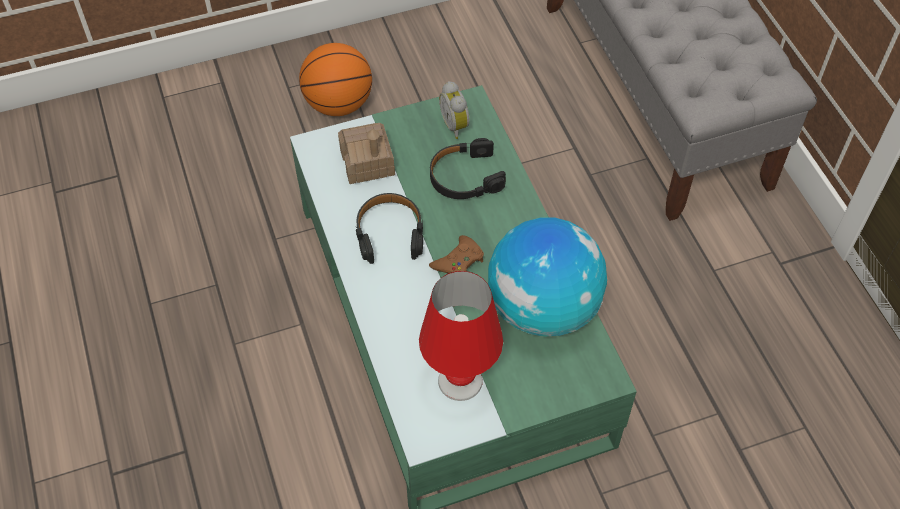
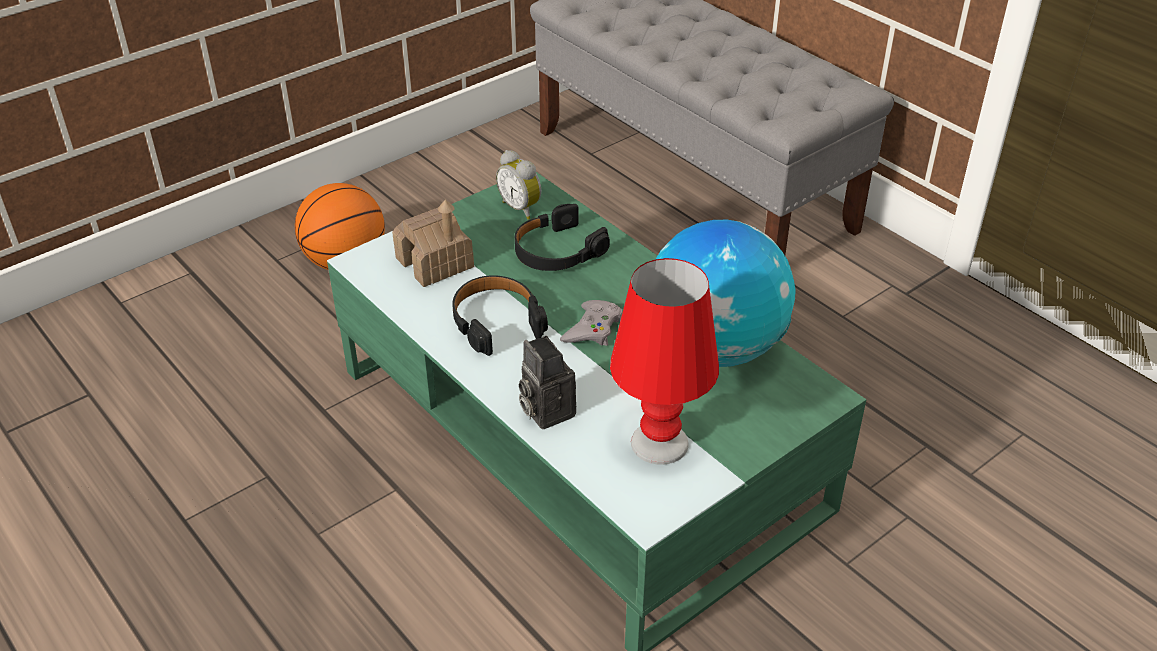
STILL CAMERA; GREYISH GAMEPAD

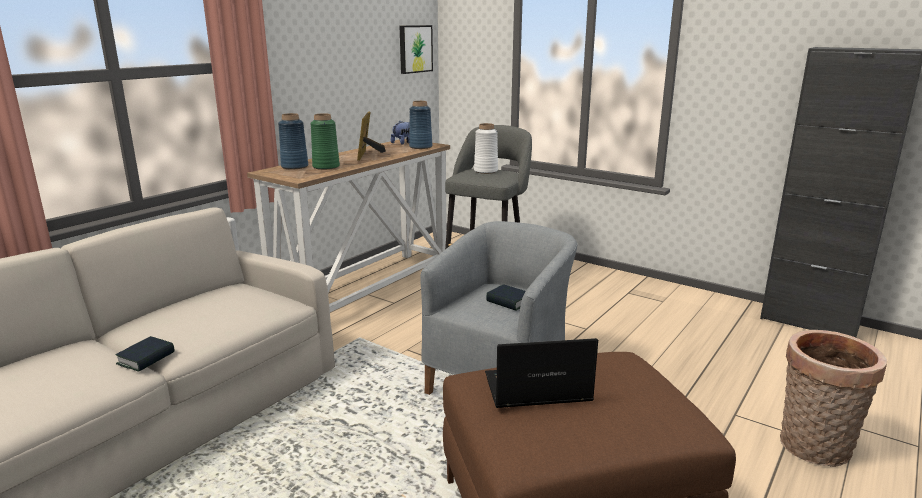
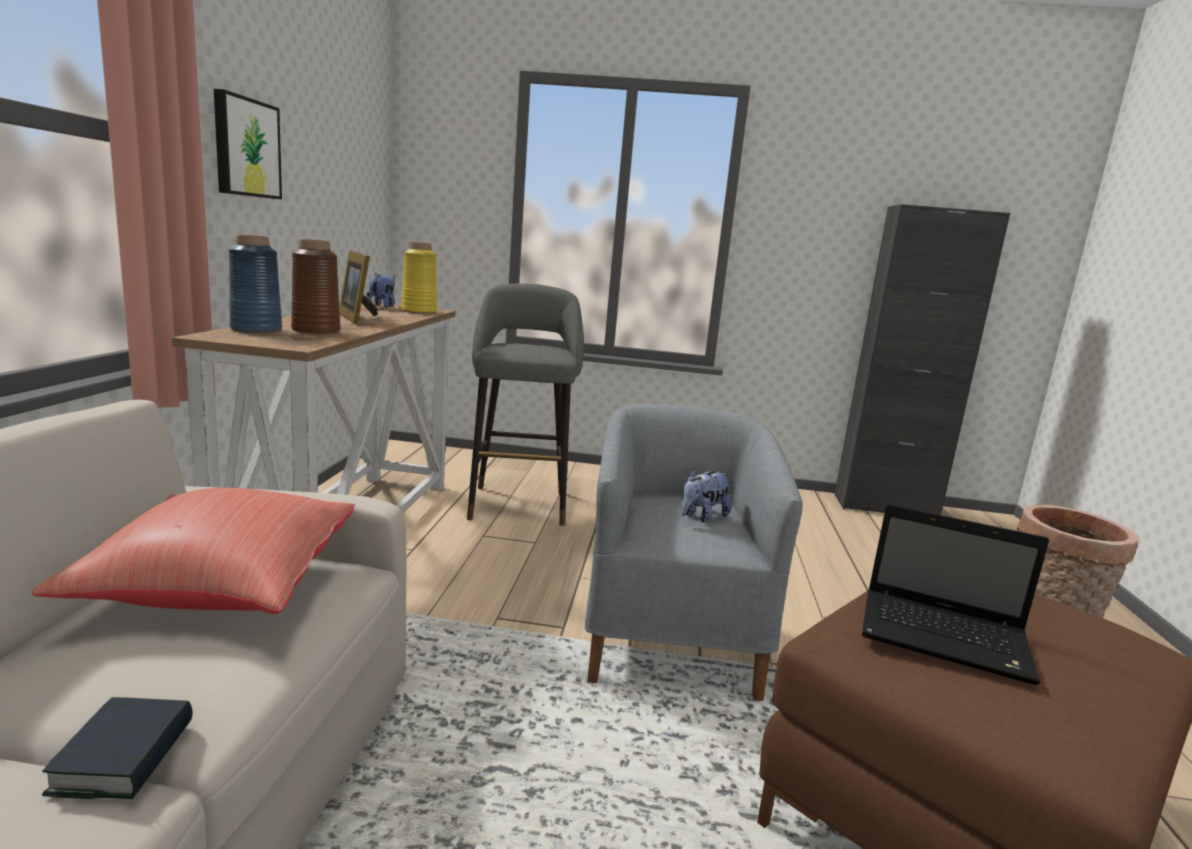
WHITE-COLOURED VASE; RED-COLOURED PILLOW; WALL PICTURE; CUDDLY TOY (no. 2 from left); BROWN VASE; YELLOWISH VASE; LAPTOP

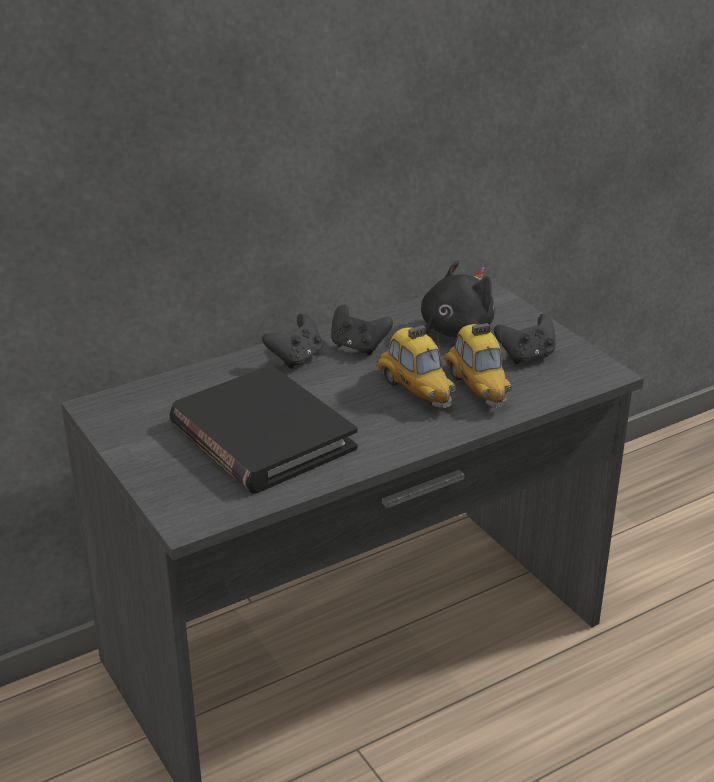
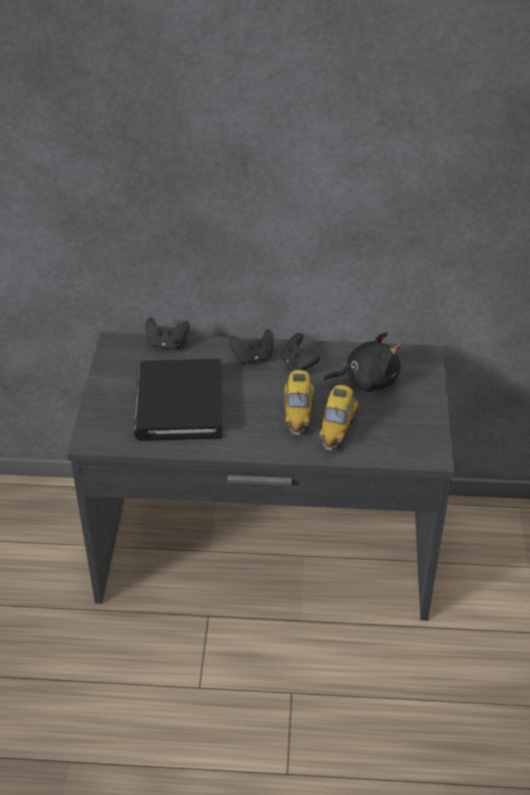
BLACK-COLOURED GAMEPAD (no. 1 from left)

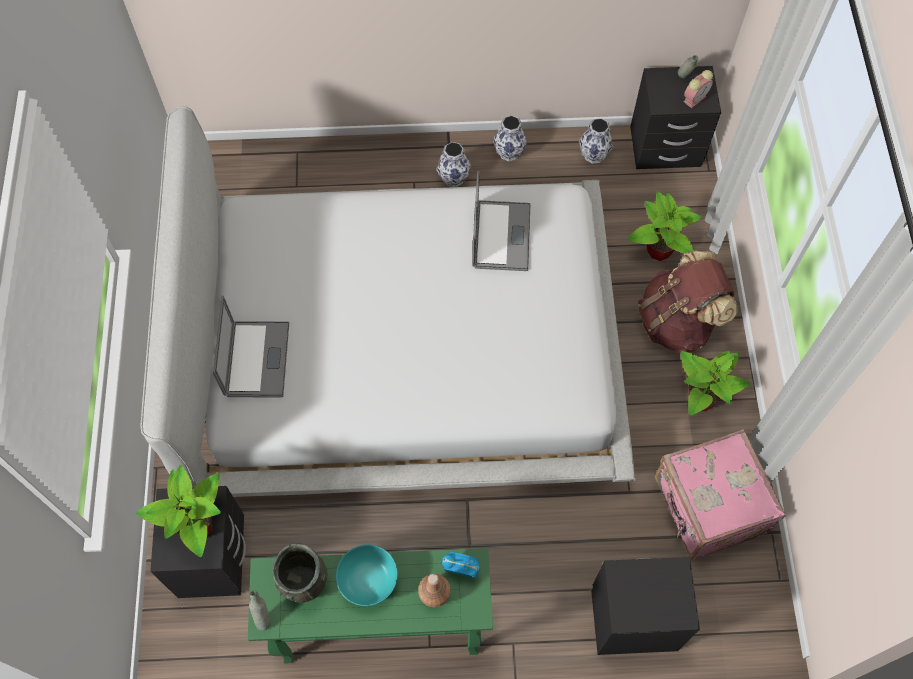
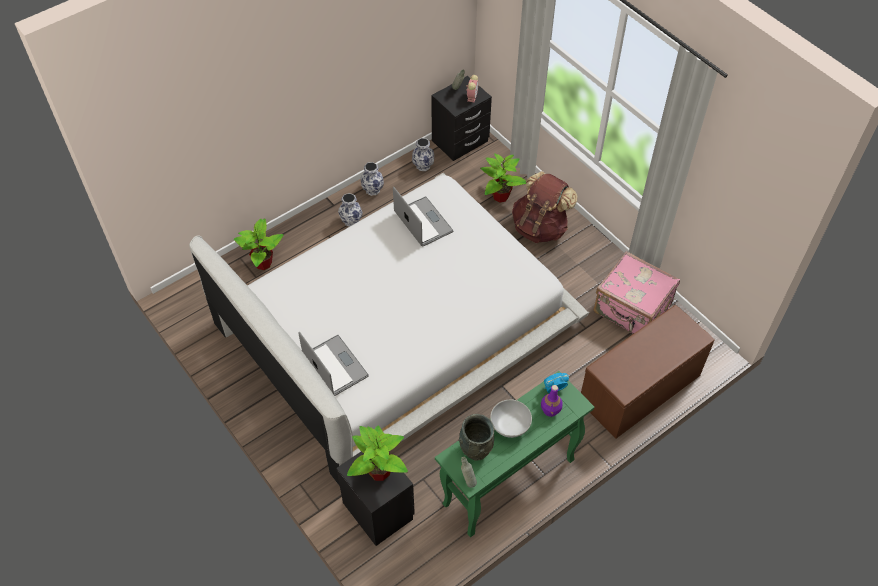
POTTED PLANT (no. 1 from left); BROWN LONG SEAT; WHITE-COLOURED DEEP DISH; PURPLE DRINK BOTTLE

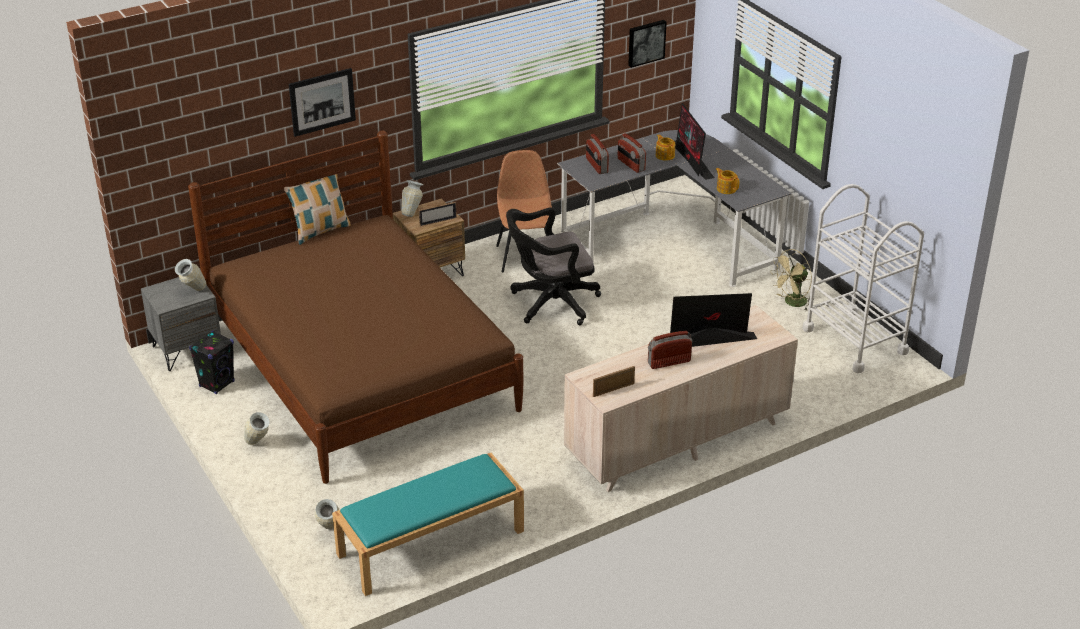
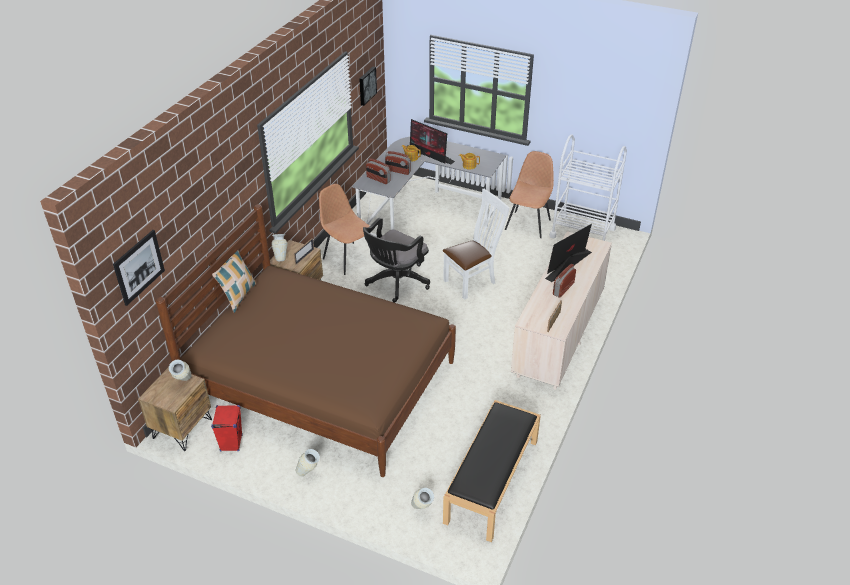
WHITE-COLOURED UPRIGHT CHAIR; WALL PICTURE (no. 1 from left); BROWN UPRIGHT CHAIR (no. 2 from left); BROWN NIGHTSTAND (no. 1 from left); RED-COLOURED LOUDSPEAKER; BLACK-COLOURED LONG SEAT

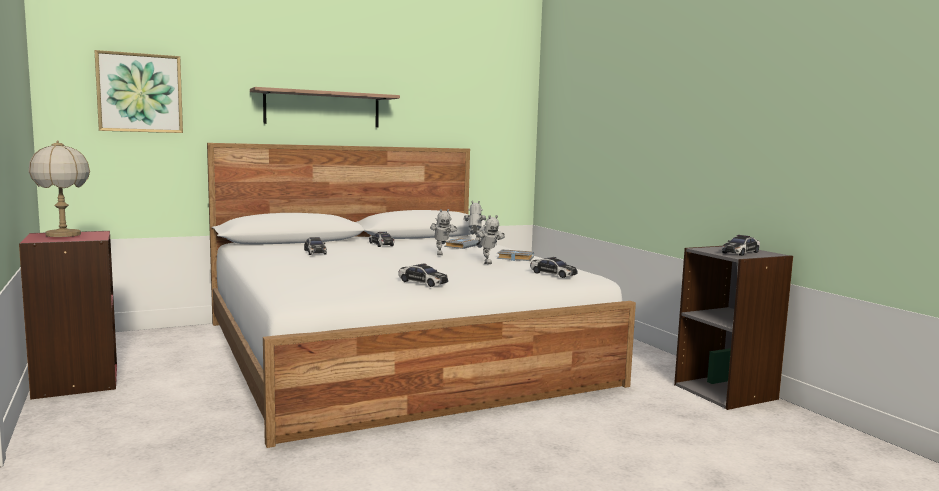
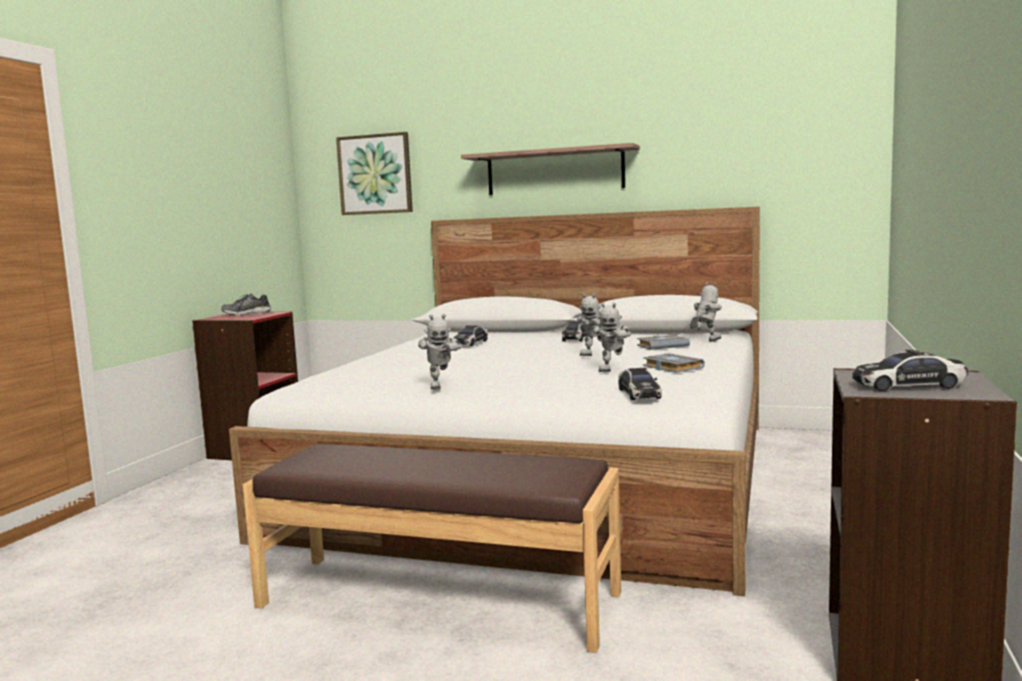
BROWN LONG SEAT; LOW SHOE; TOY ROBOT (no. 1 from left)

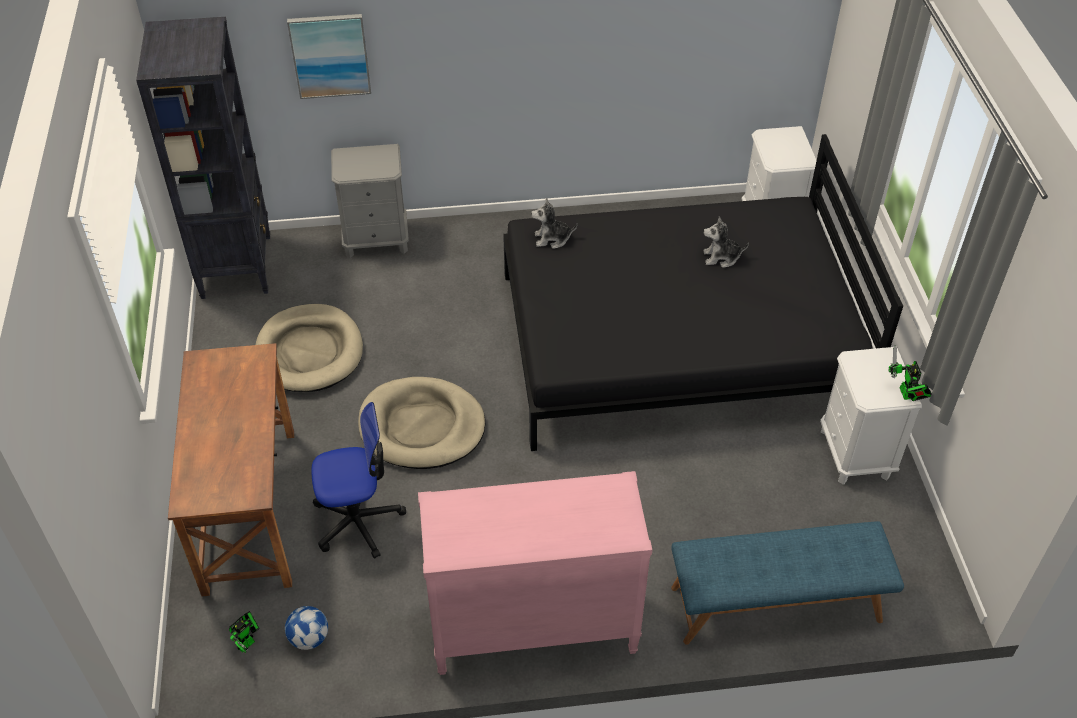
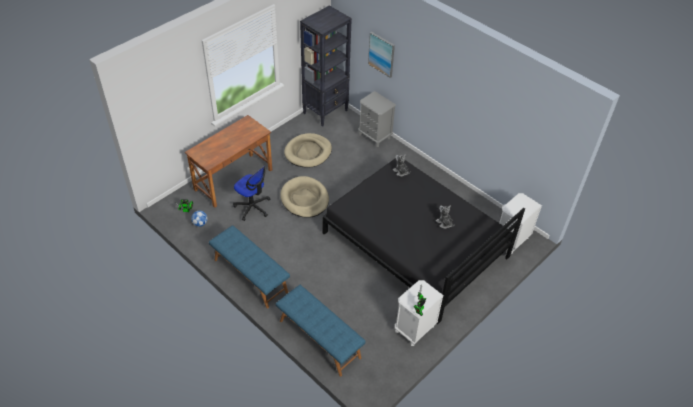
BLUE-COLOURED LONG SEAT (no. 1 from left)

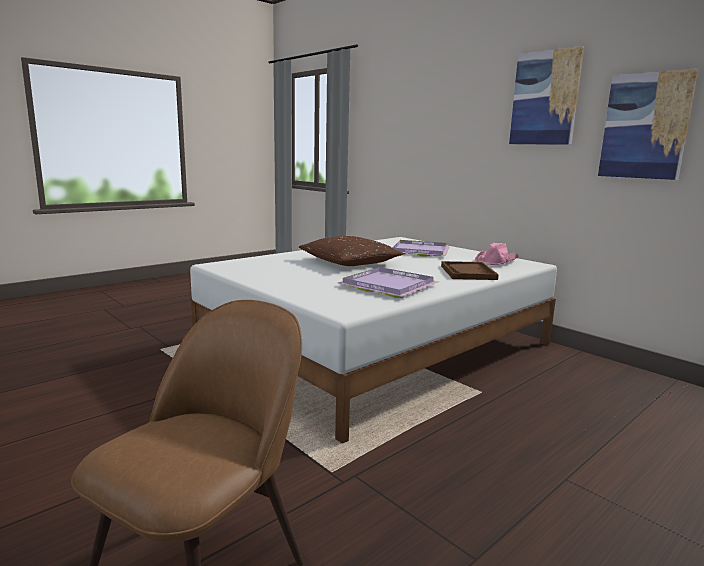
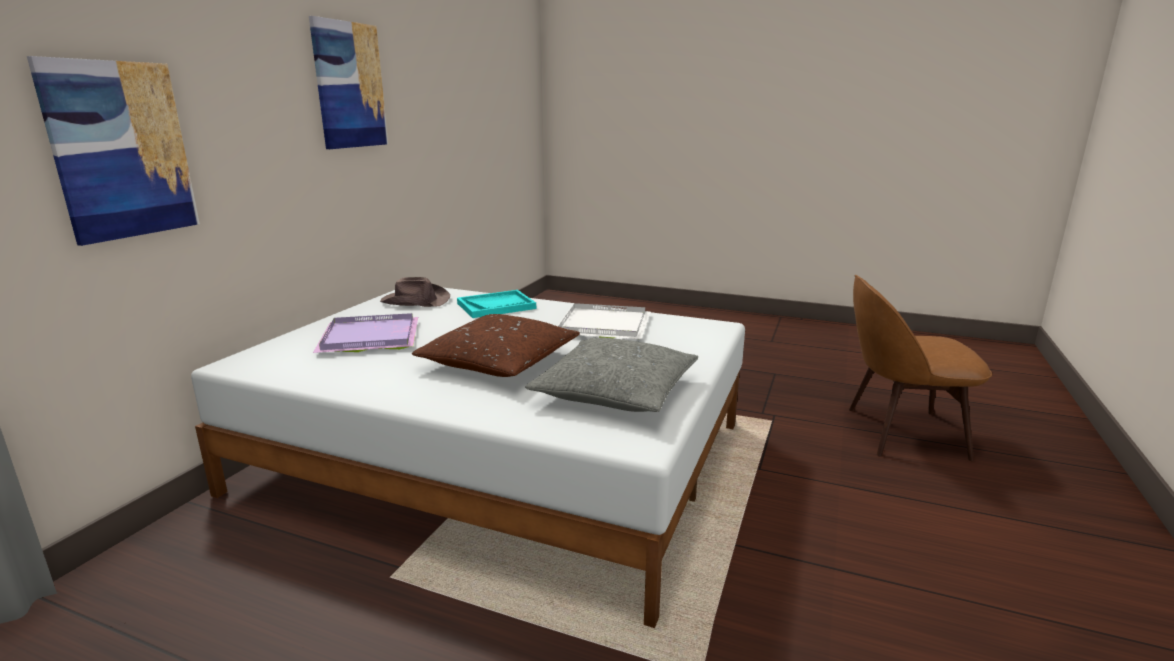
GREYISH PILLOW; WALL PICTURE (no. 1 from left); WHITE-COLOURED TRAY; TURQUOISE-COLOURED TRAY; BROWN WEARABLE HAT

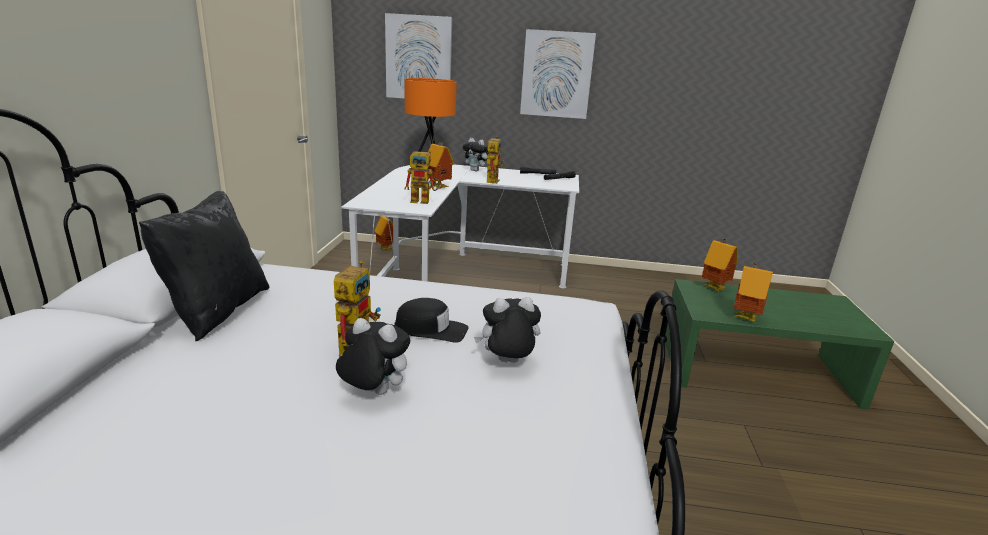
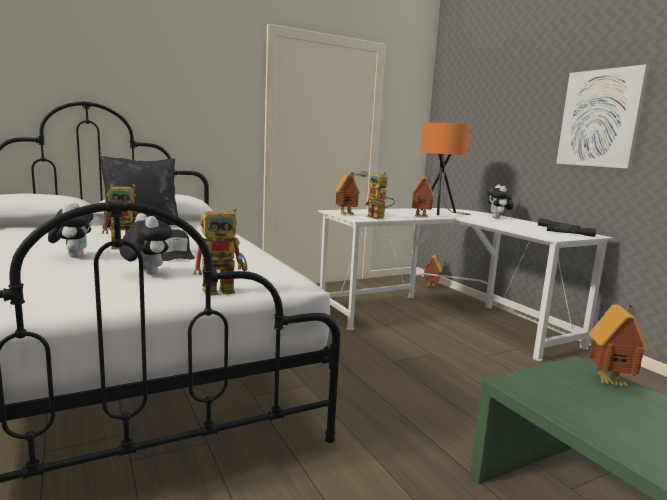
WALL PICTURE (no. 1 from left in the first image); TOY ROBOT (no. 2 from left); MINIATURE HOUSE (no. 1 from left)

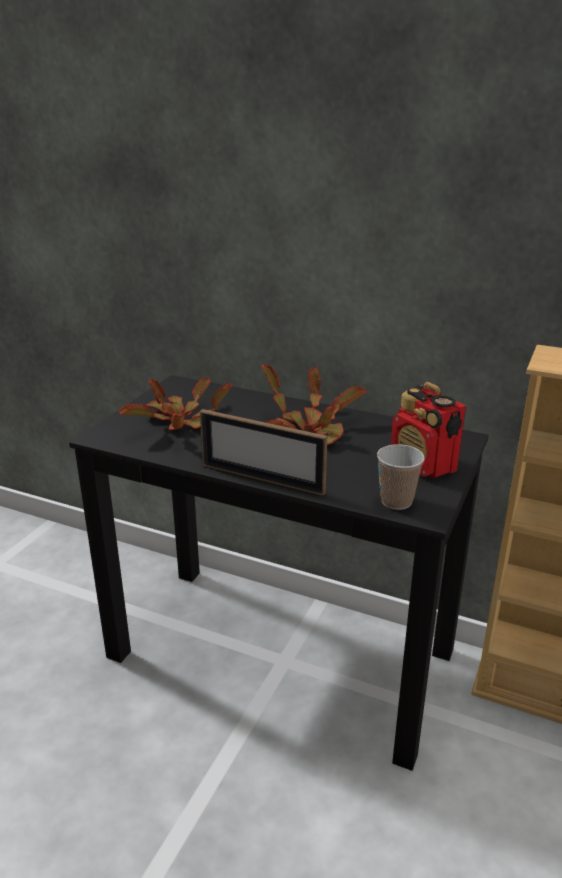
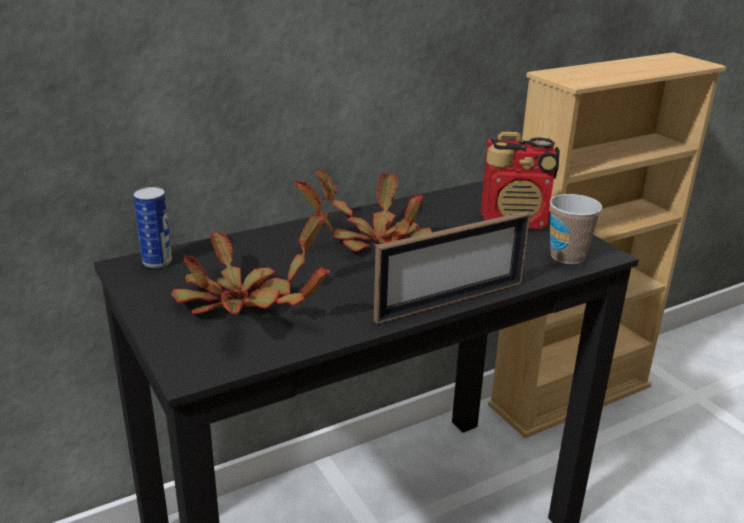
SEALED CAN

